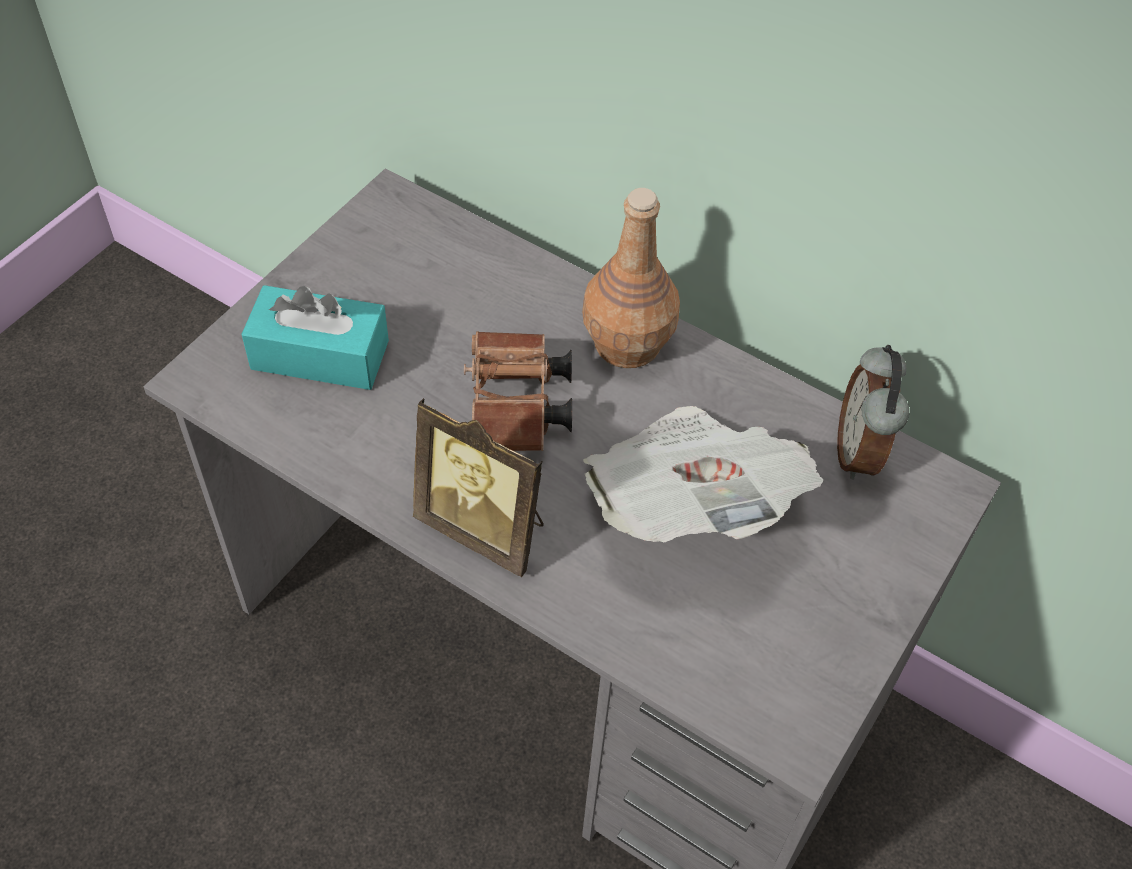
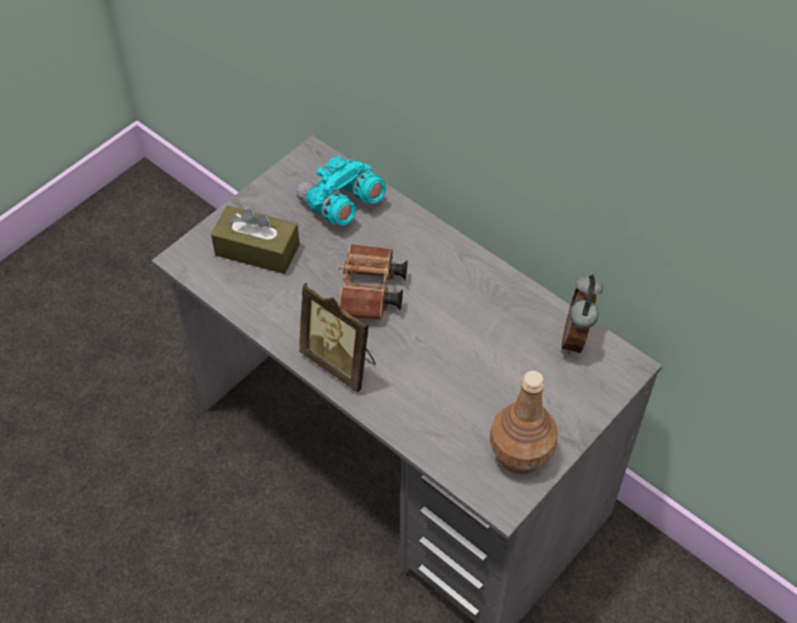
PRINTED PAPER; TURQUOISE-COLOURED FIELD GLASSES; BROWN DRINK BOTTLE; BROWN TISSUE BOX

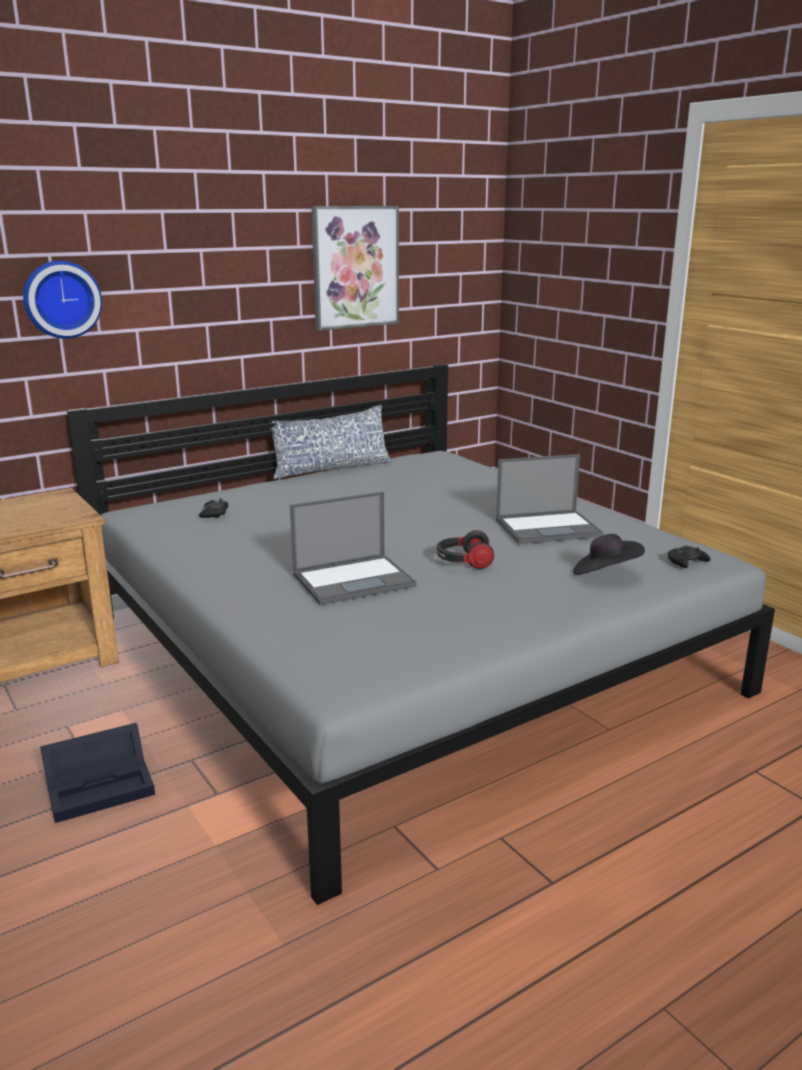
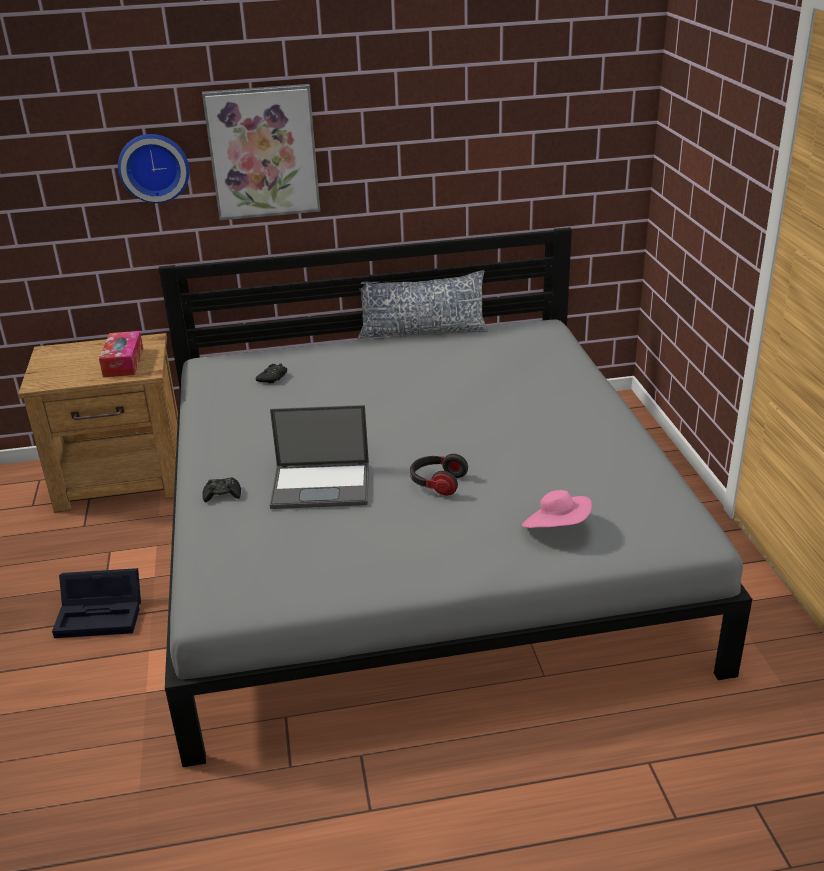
LAPTOP (no. 2 from left in the first image); TISSUE BOX; WALL PICTURE; BLACK-COLOURED GAMEPAD (no. 1 from left); PINK-COLOURED WEARABLE HAT

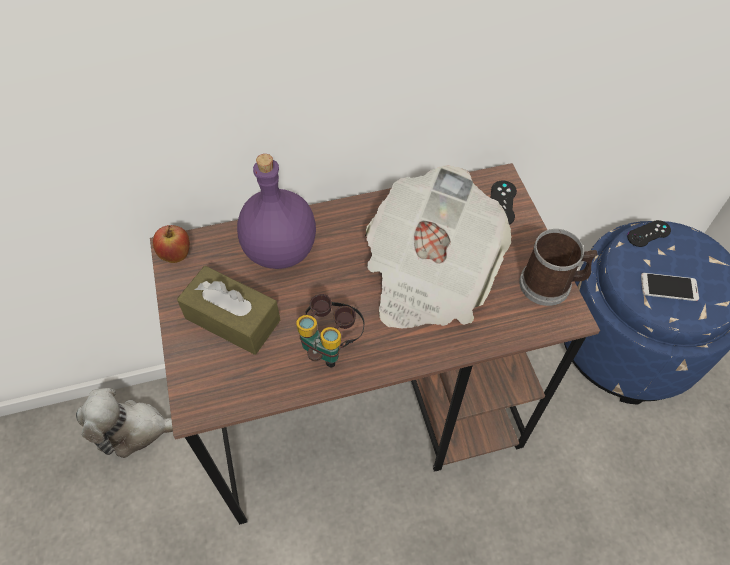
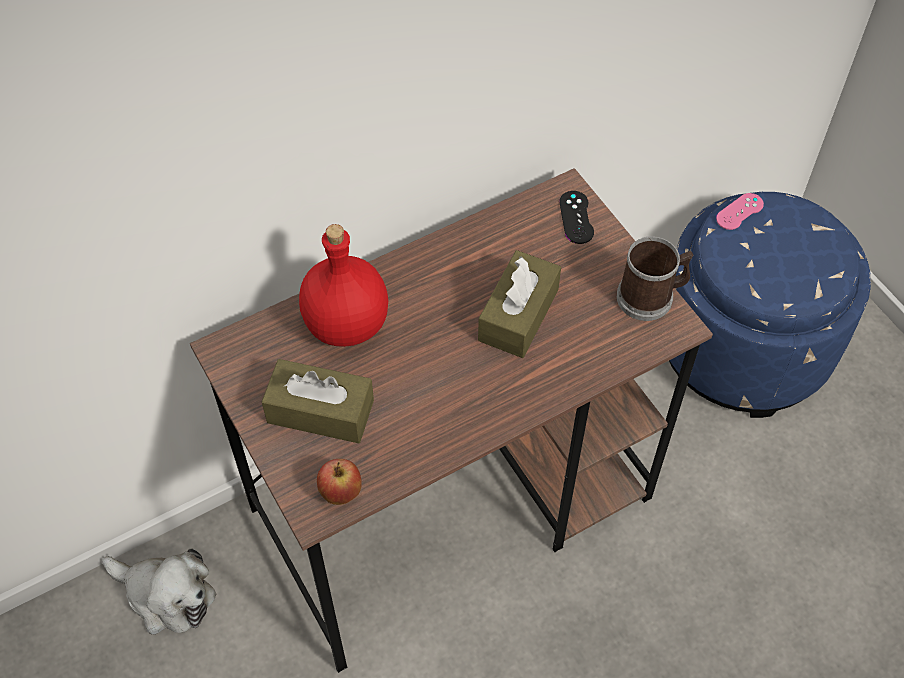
FIELD GLASSES; TELEPHONE; APPLE; BROWN TISSUE BOX (no. 2 from left); RED-COLOURED DRINK BOTTLE; PINK-COLOURED GAMEPAD; CUDDLY TOY

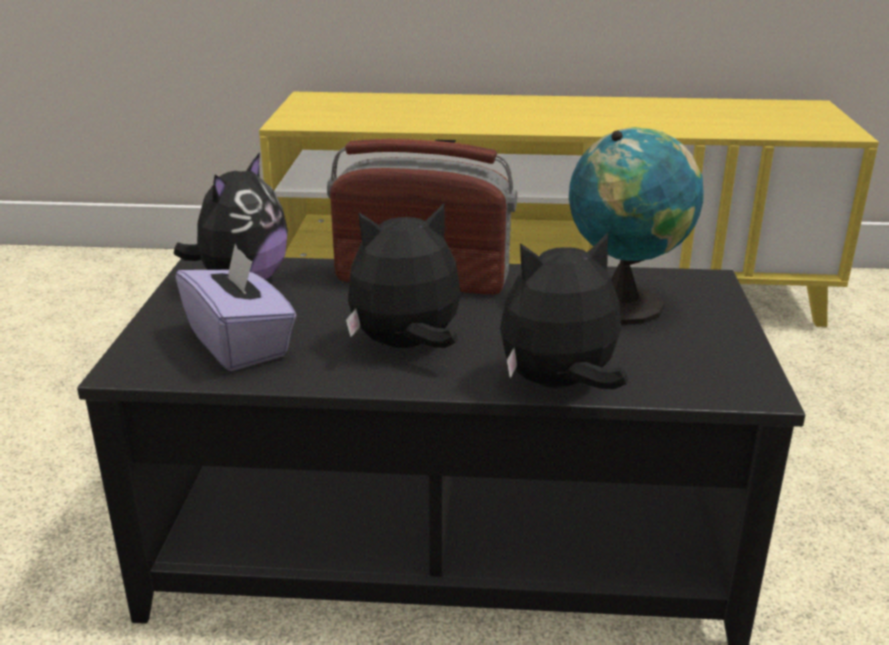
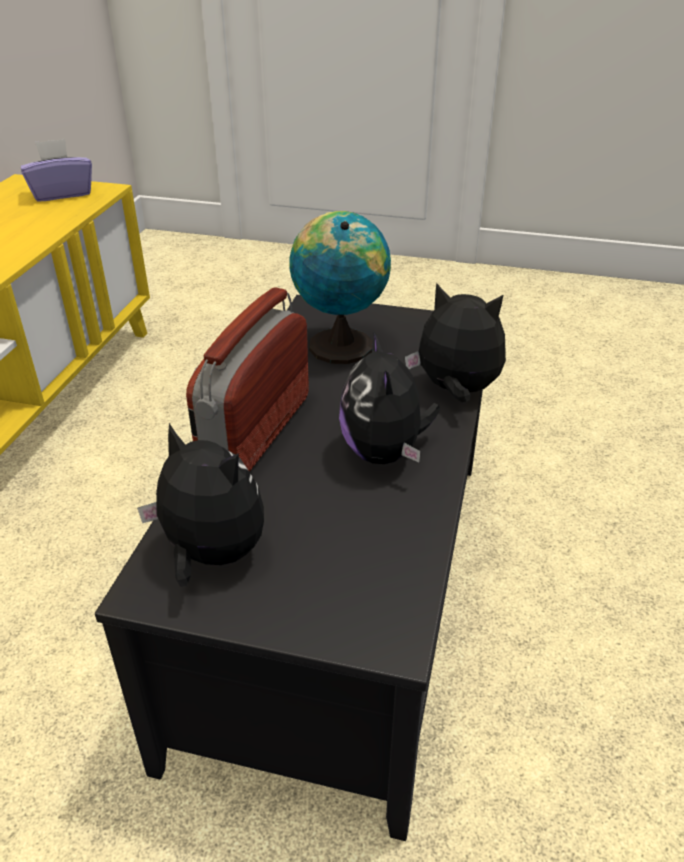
PURPLE TISSUE BOX; CUDDLY TOY (no. 3 from left)

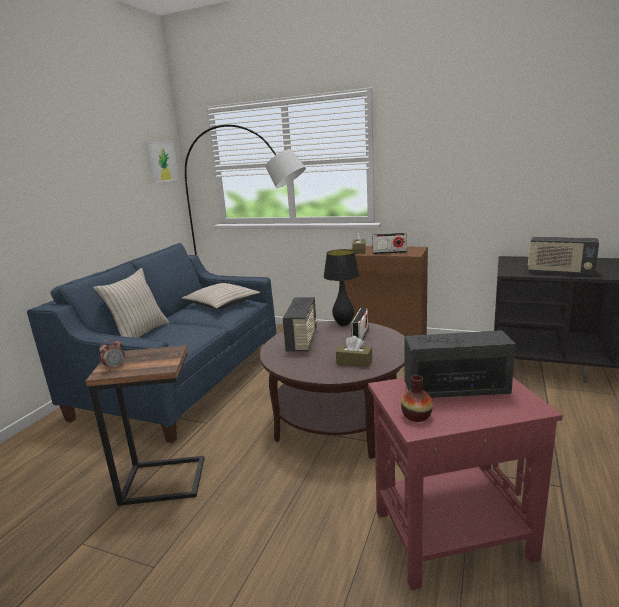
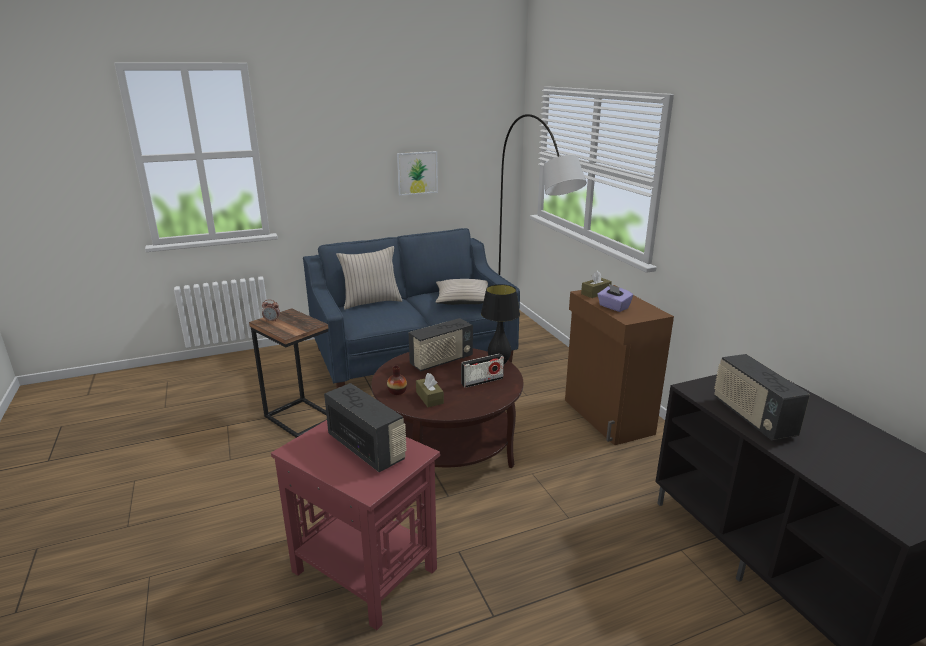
WALL PICTURE; VASE; PURPLE TISSUE BOX

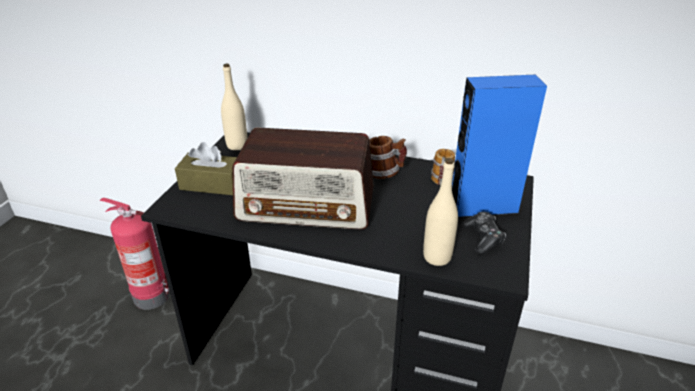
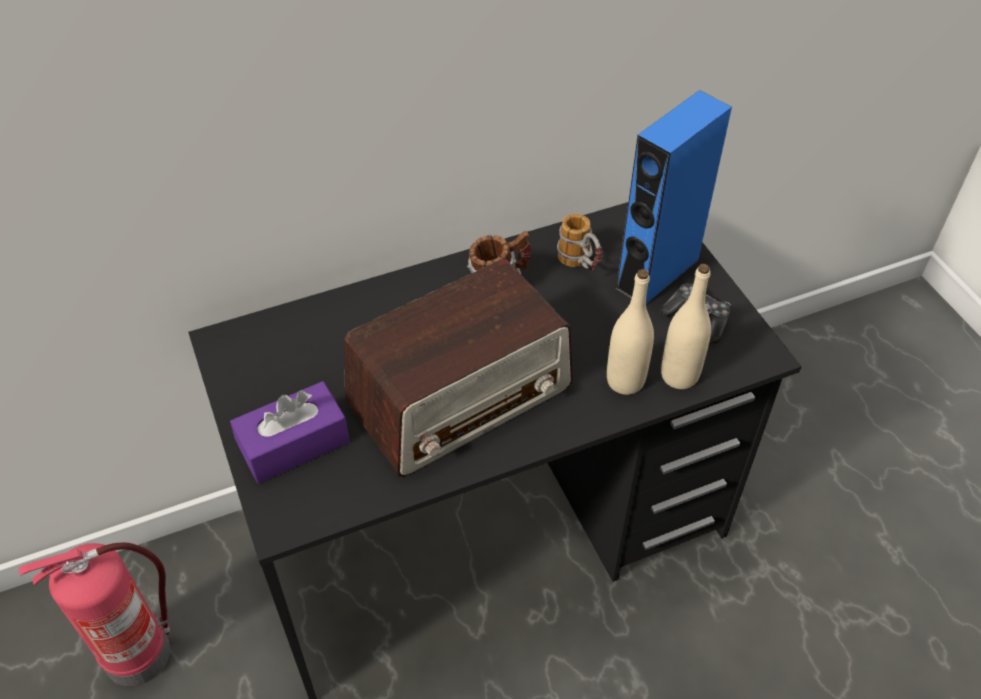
SAND-COLOURED DRINK BOTTLE (no. 1 from left); PURPLE TISSUE BOX

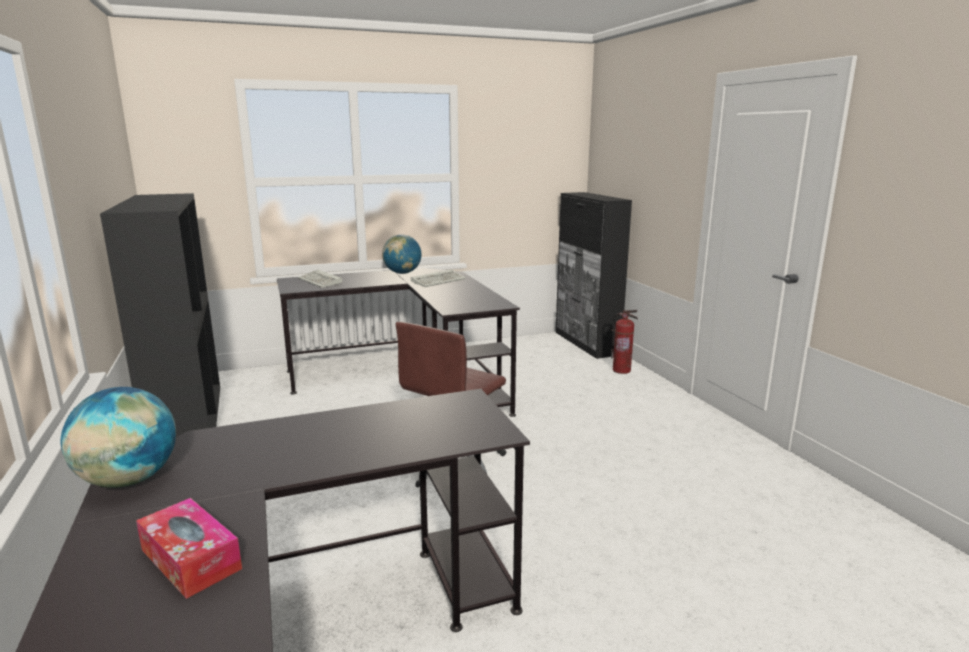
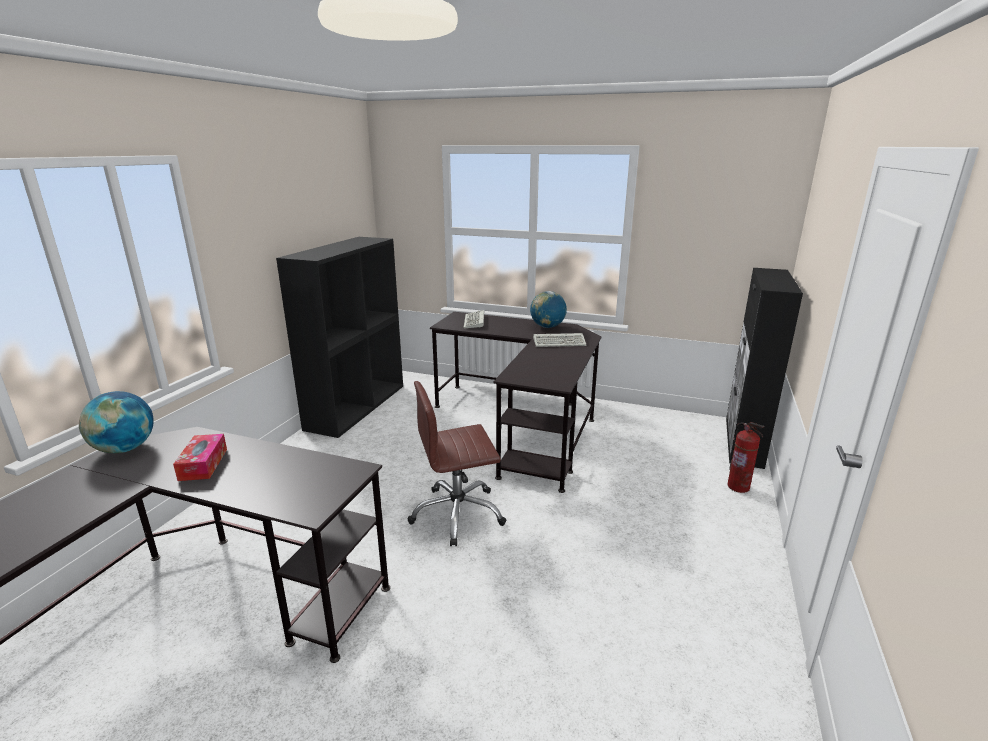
TISSUE BOX

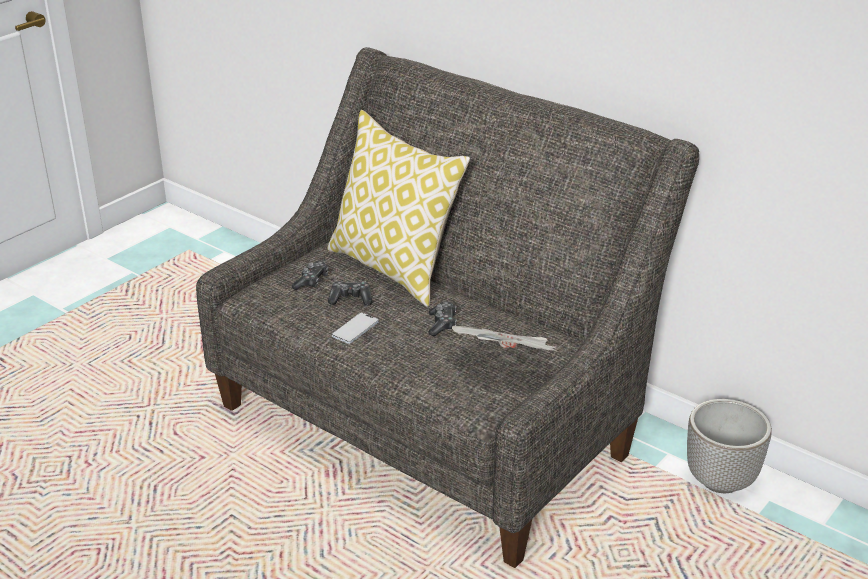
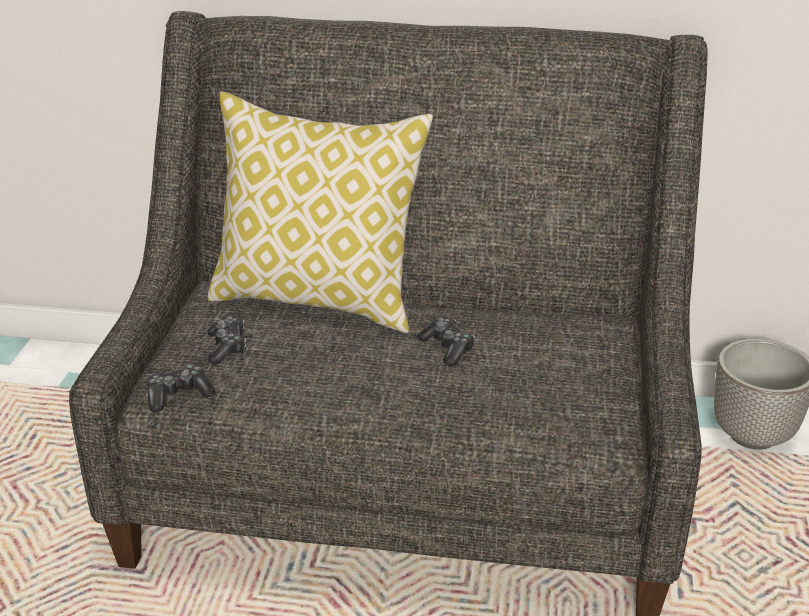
TELEPHONE; PRINTED PAPER; GAMEPAD (no. 1 from left)

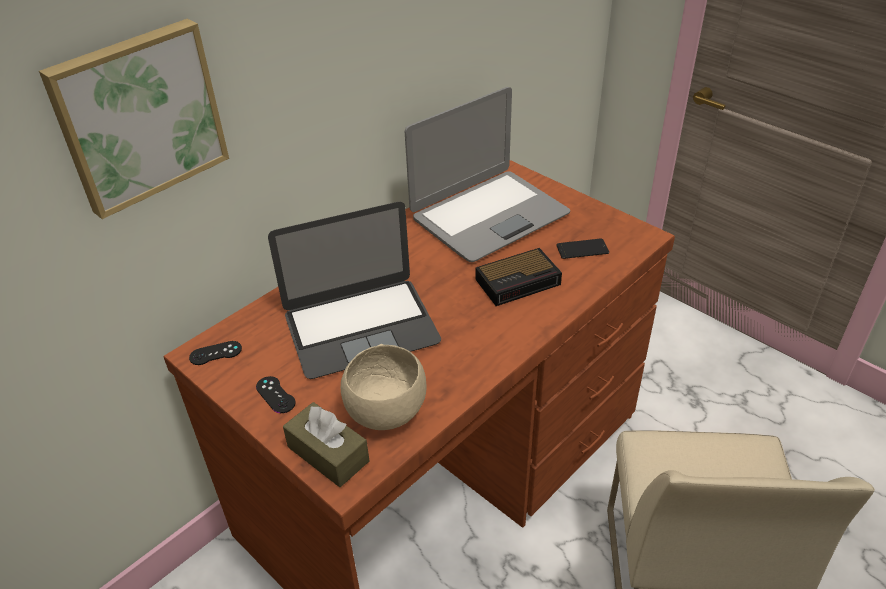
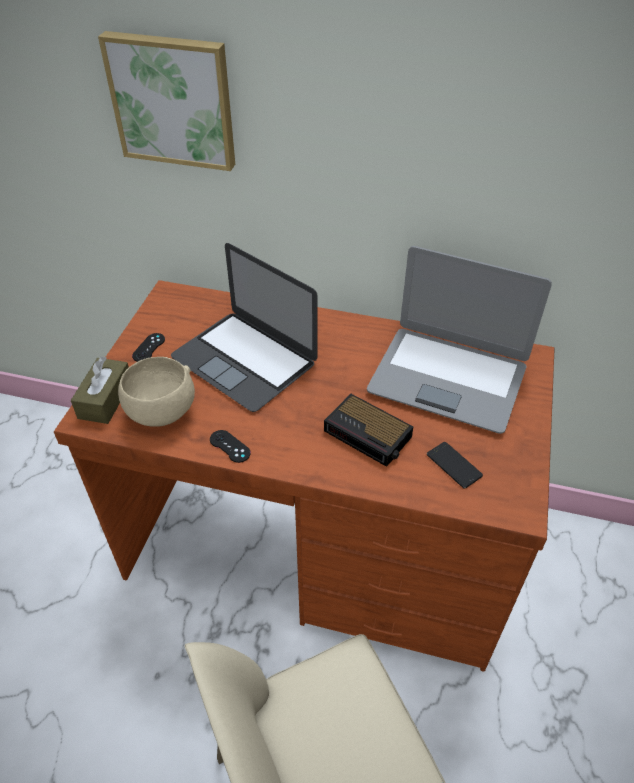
BLACK-COLOURED GAMEPAD (no. 2 from left)

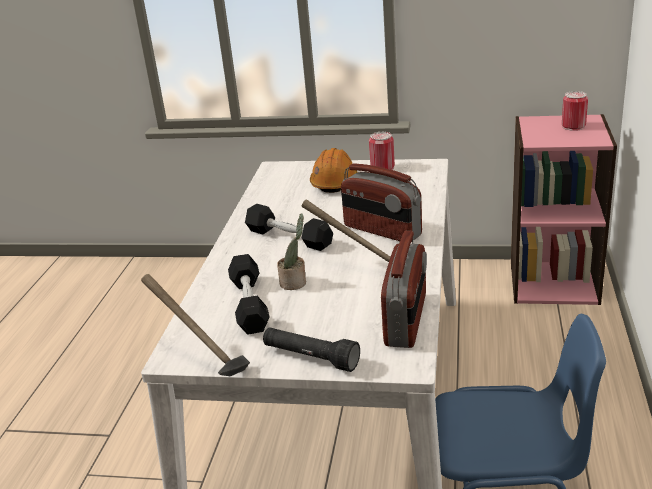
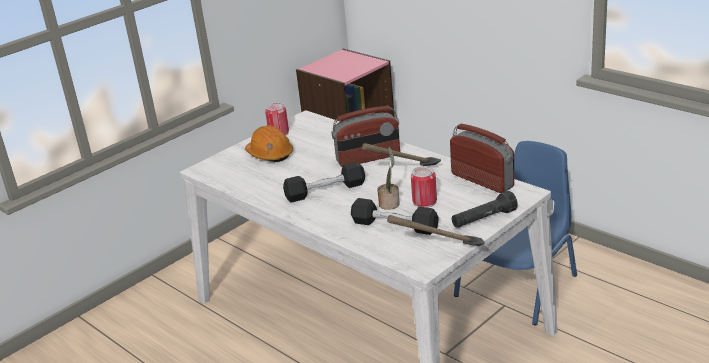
SEALED CAN (no. 2 from left)

